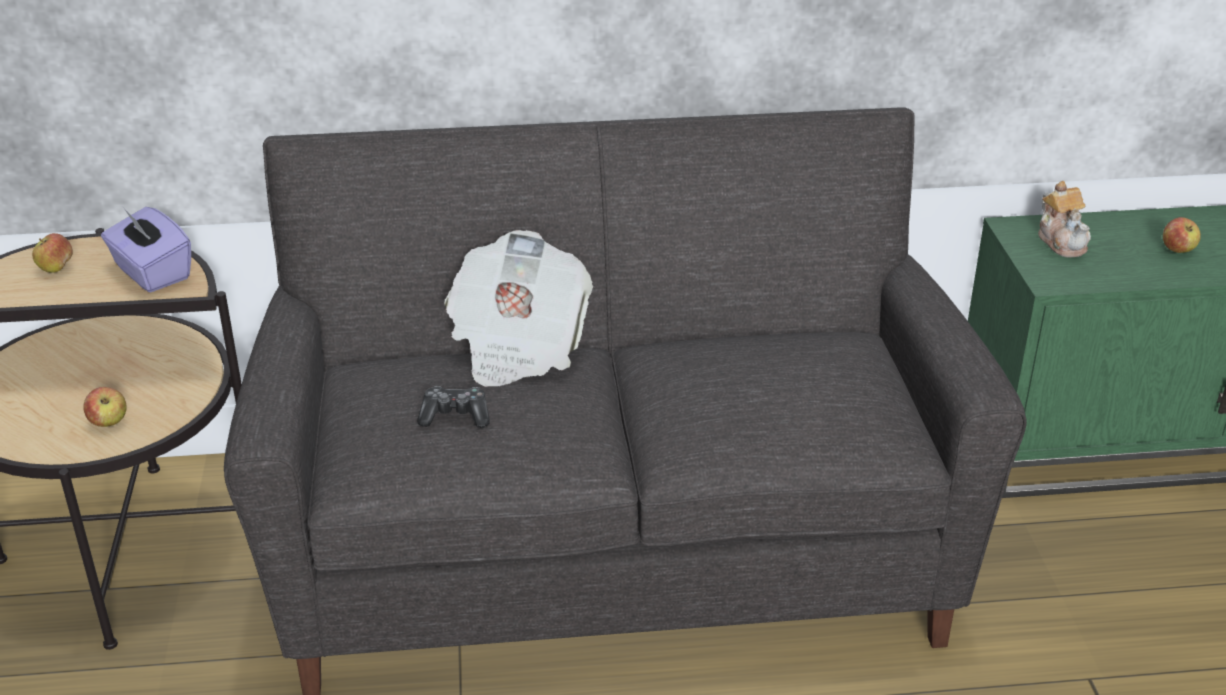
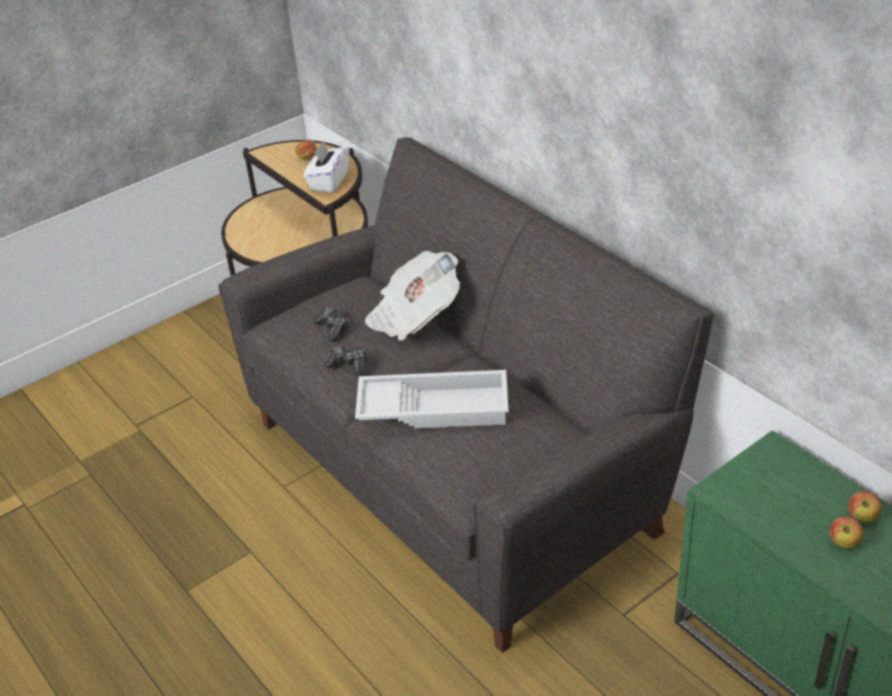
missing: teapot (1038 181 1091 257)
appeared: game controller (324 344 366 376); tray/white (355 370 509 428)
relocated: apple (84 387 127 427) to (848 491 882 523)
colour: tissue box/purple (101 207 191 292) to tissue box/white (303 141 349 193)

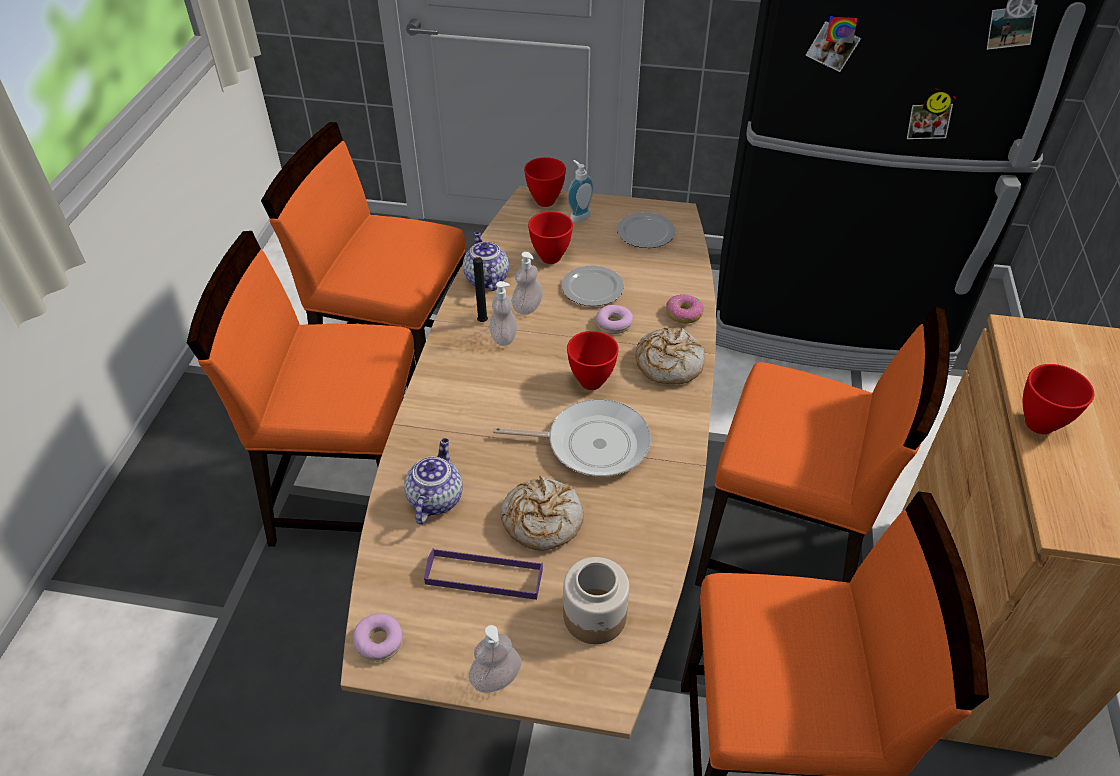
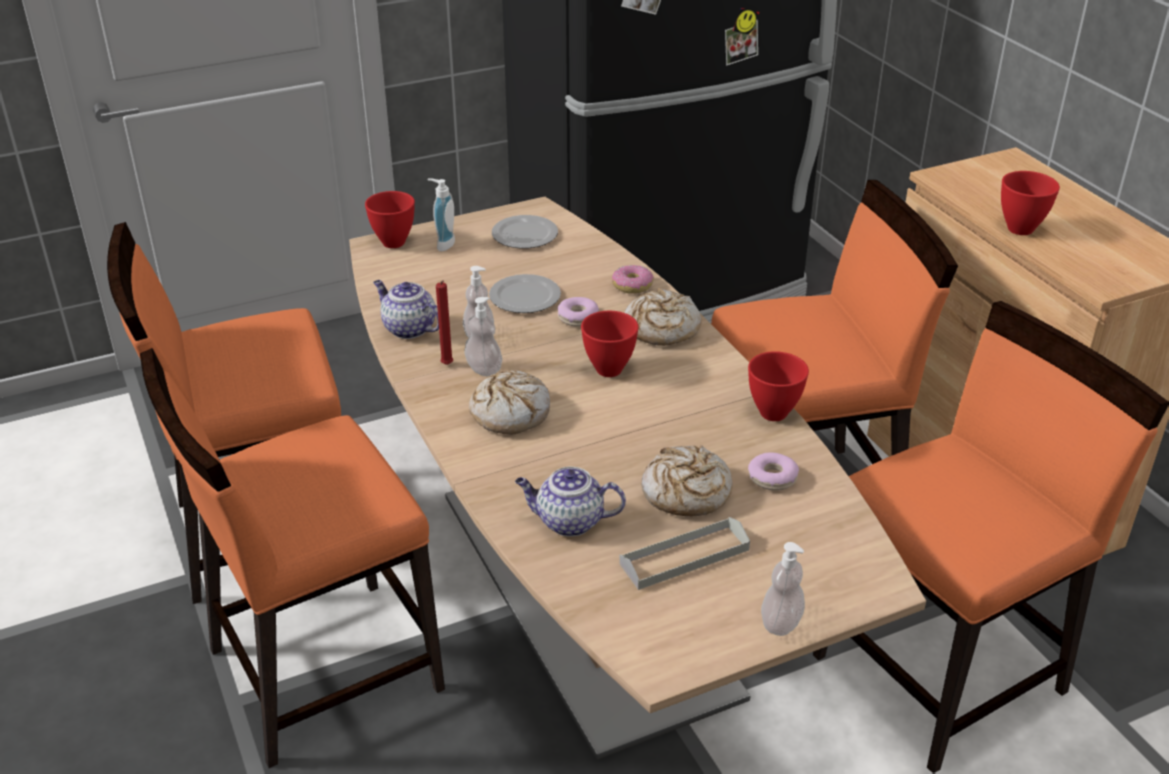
missing: frying pan (493 399 651 477); jar (563 557 629 644)
appeared: bread (469 371 550 435)
relocated: bowl/red (528 211 573 264) to (748 351 809 421); donut (353 613 403 662) to (748 452 799 491)
colour: candle/black (473 257 488 322) to candle/red (436 280 454 365); tray/purple (424 548 543 600) to tray/grey (619 517 750 590)
spun: teapot (404 438 463 525) = (515 467 626 537) 60 degrees counterclockwise

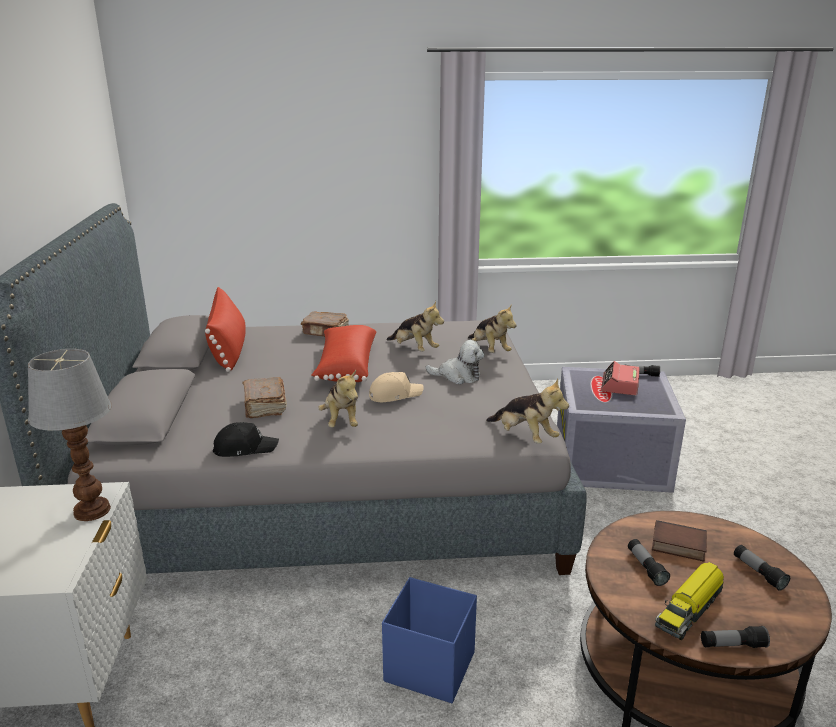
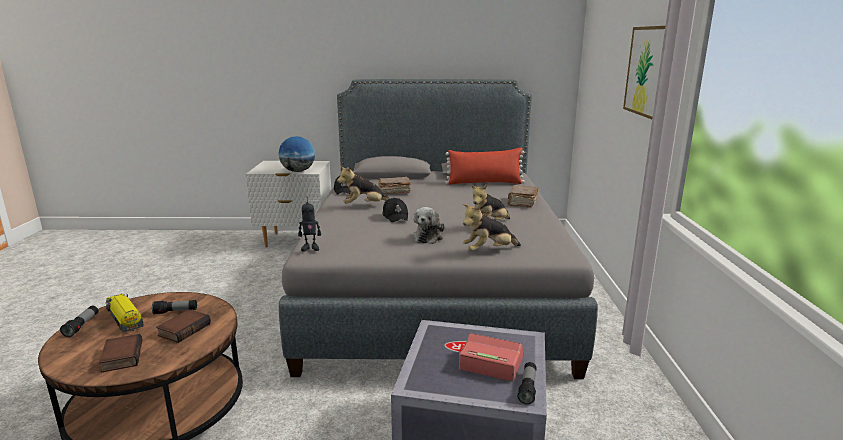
missing: pillow/red (311 325 376 382); storage box/blue (382 577 477 703)
appeared: picture (623 26 665 119)
exchanged: table lamp (28 349 112 521) to globe (279 136 315 172); plush toy (486 379 569 444) to toy robot (298 201 321 252); flashlight (734 545 790 591) to book (99 334 142 373)
colour: cap/beige (369 372 424 402) to cap/black (383 198 408 223)

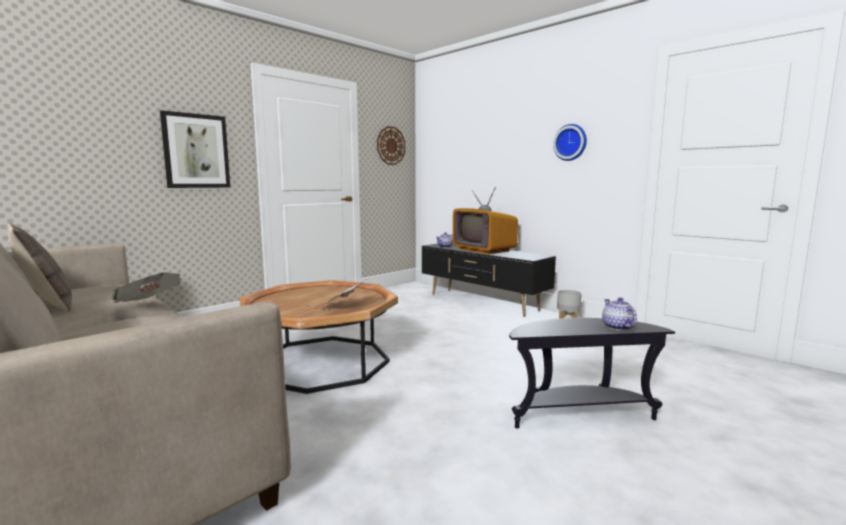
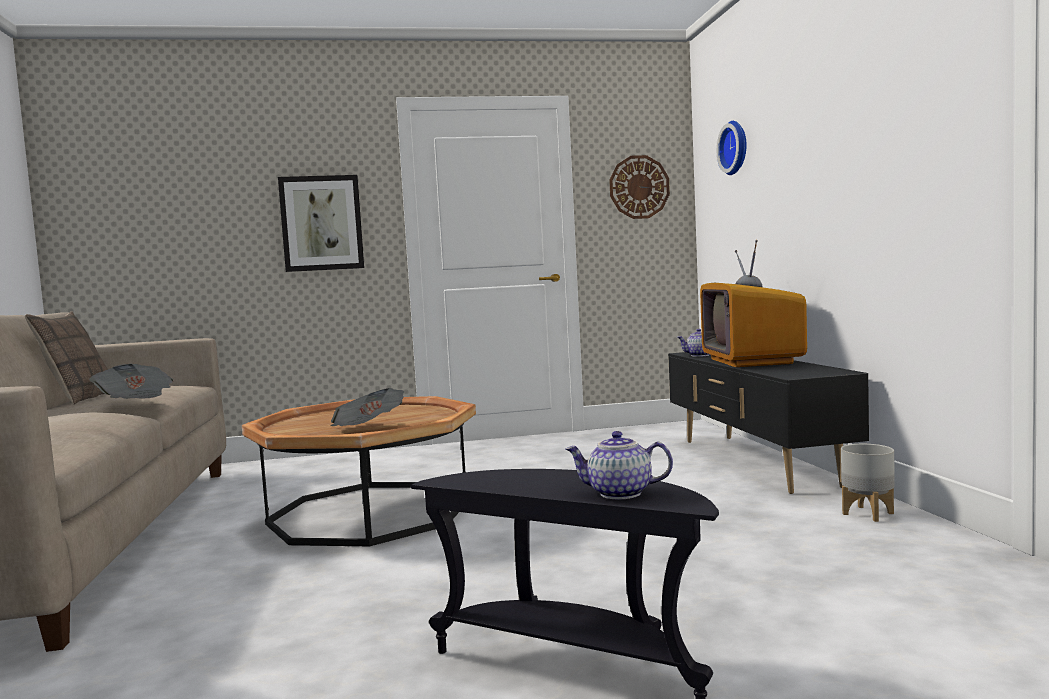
relocated: wall clock (553 124 587 161) to (717 121 747 175)
spun: teapot (602 297 637 331) = (565 431 673 499) 105 degrees counterclockwise

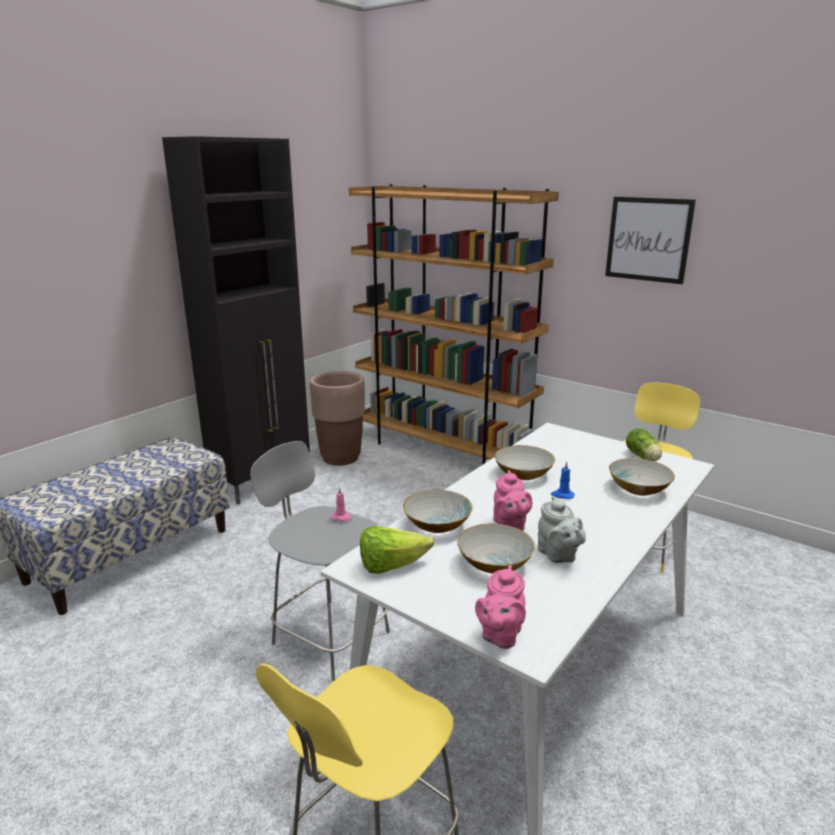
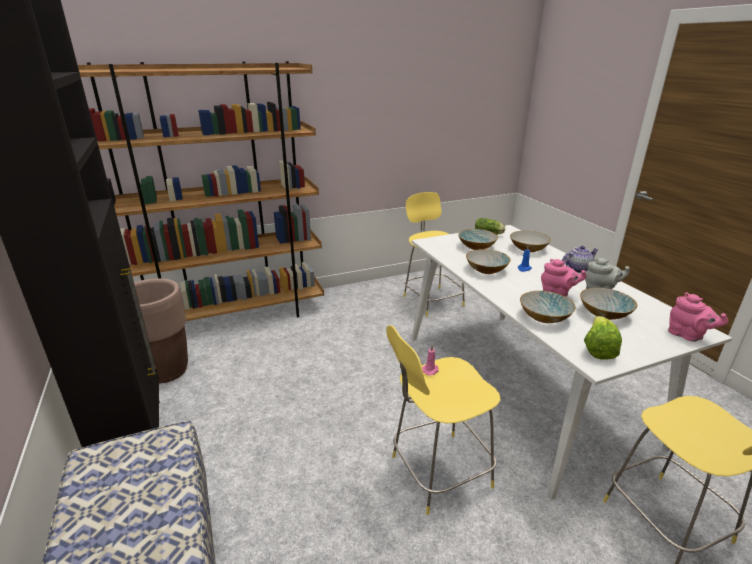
missing: picture (605 197 696 284)
appeared: bowl (458 229 498 250); teapot (562 246 599 273)
colour: stool/grey (250 441 390 681) to stool/yellow (386 325 501 515)

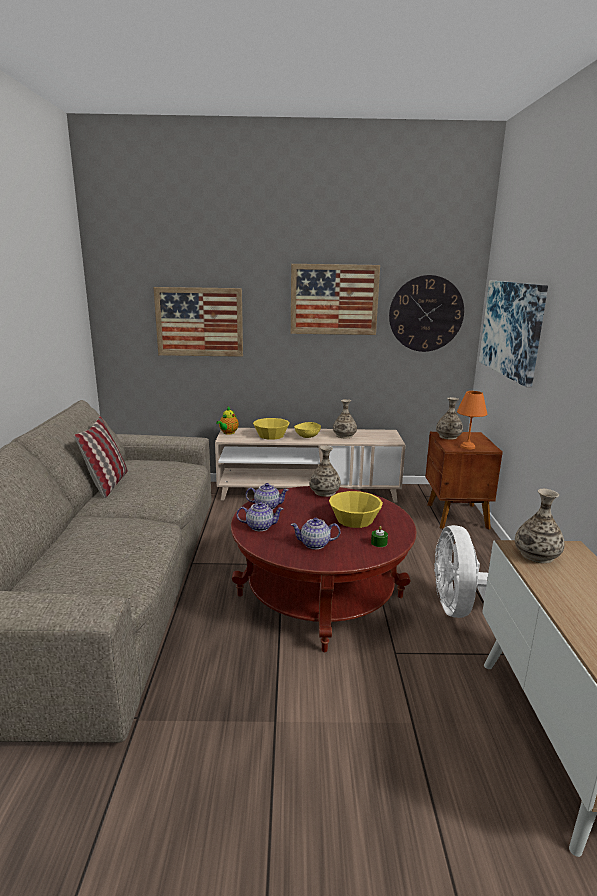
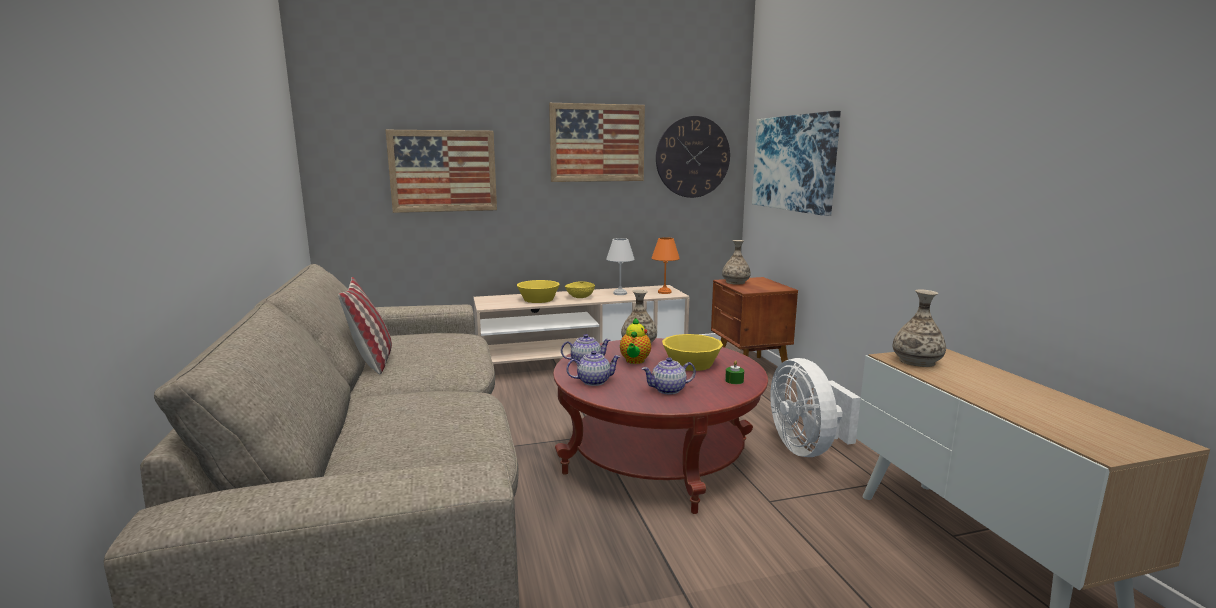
relocated: table lamp/orange (457 391 487 449) to (652 237 680 294); teapot (216 407 239 435) to (620 317 651 364)
exchanged: vase (333 399 357 438) to table lamp/white (606 238 635 295)

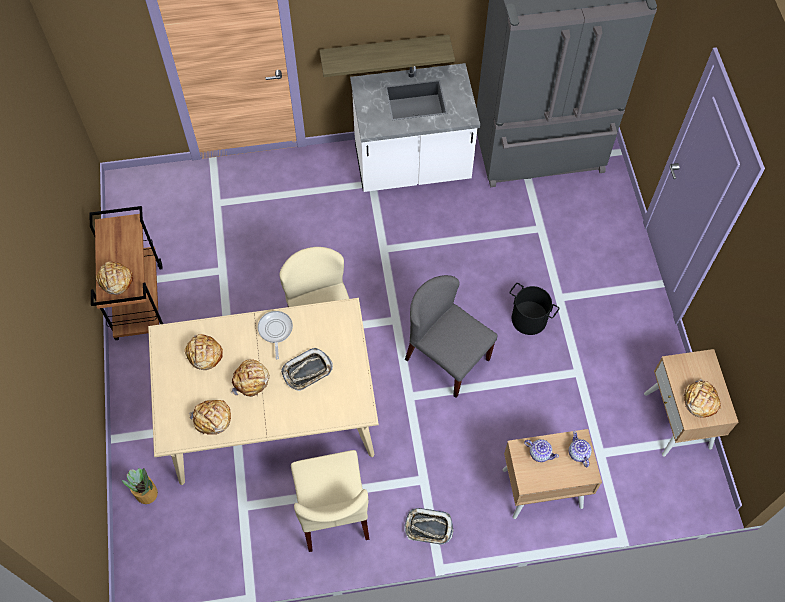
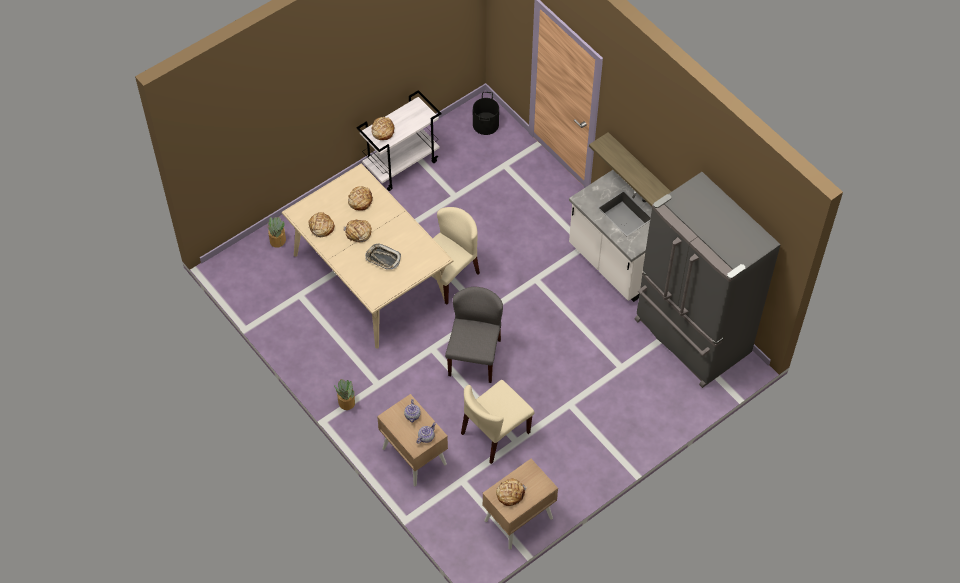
missing: frying pan (258 311 293 359)
relocated: bucket/black (509 283 560 335) to (473 92 499 135); chair/beige (291 450 369 552) to (461 380 534 464)
exchanged: tray (405 508 453 545) to potted plant (334 379 355 410)
colour: cart/brown (90 206 163 340) to cart/white (356 90 441 191)

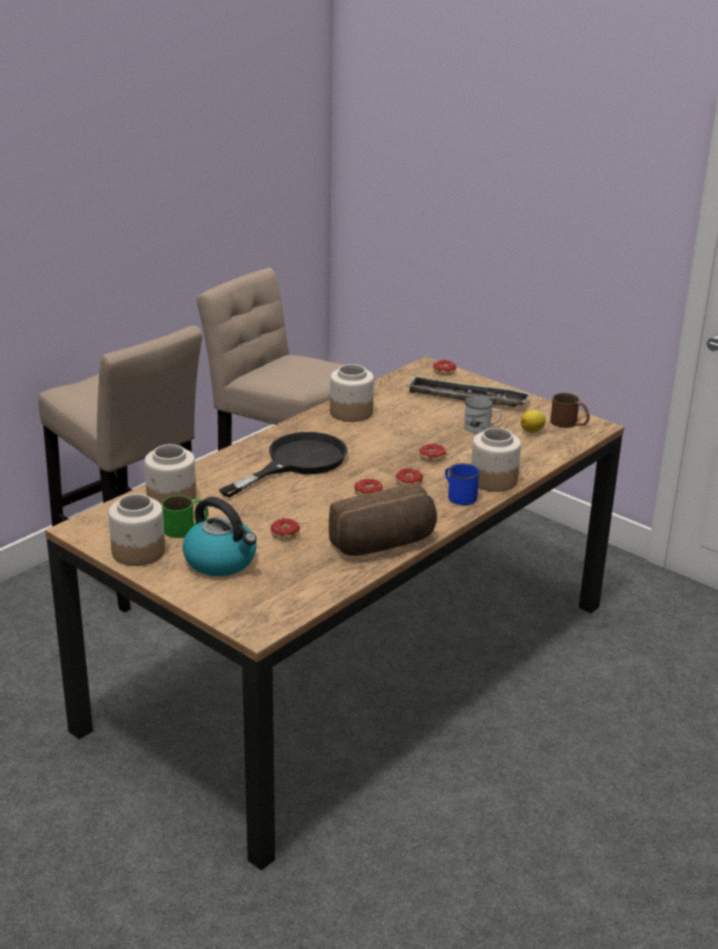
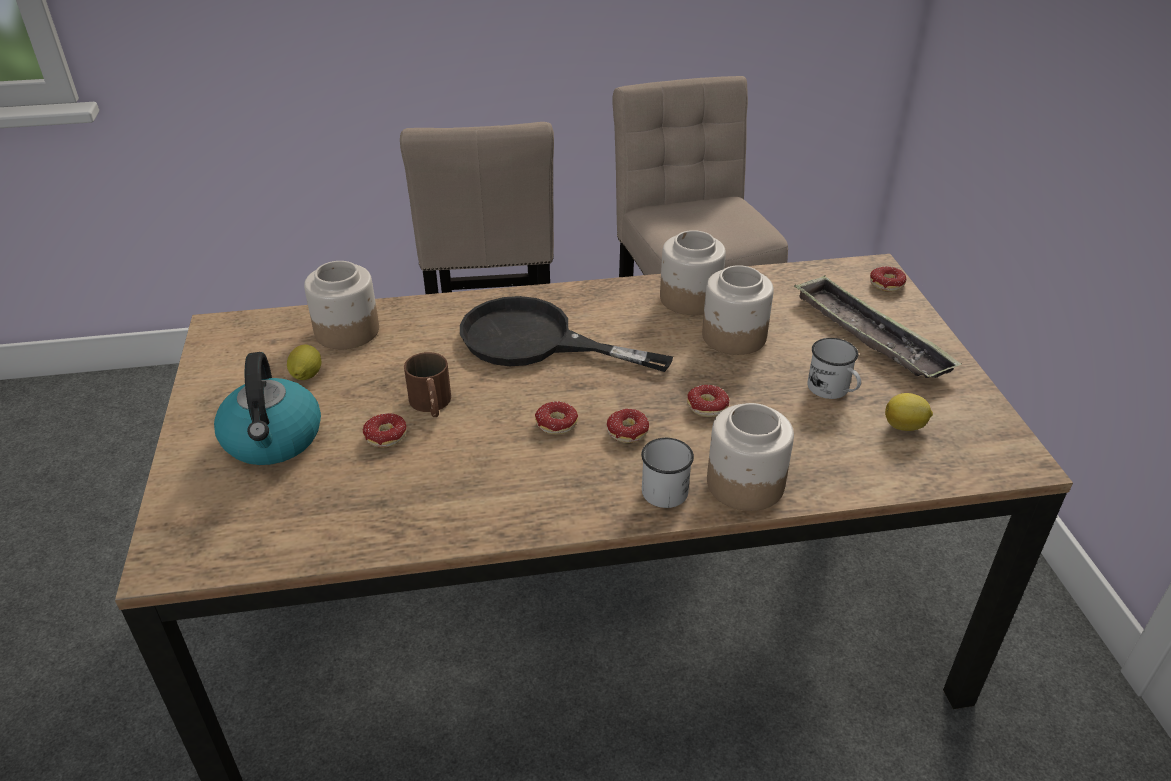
missing: bread (329 483 437 556)
relocated: mug/brown (550 393 590 428) to (404 352 451 417); jar (108 494 165 566) to (702 265 774 355)
exchanged: mug/green (162 495 209 538) to lemon (287 345 321 380)
colour: mug/blue (445 463 480 505) to mug/white (641 438 694 508)
spun: frying pan/black (219 432 347 498) = (460 296 673 372) 150 degrees counterclockwise

